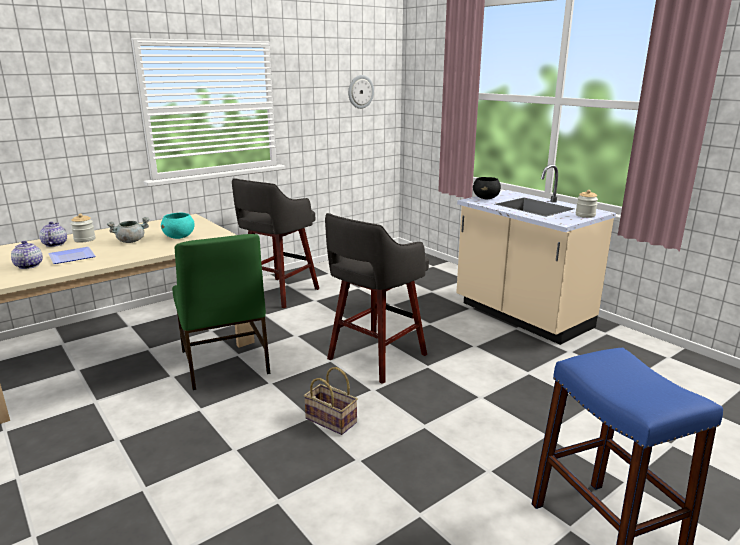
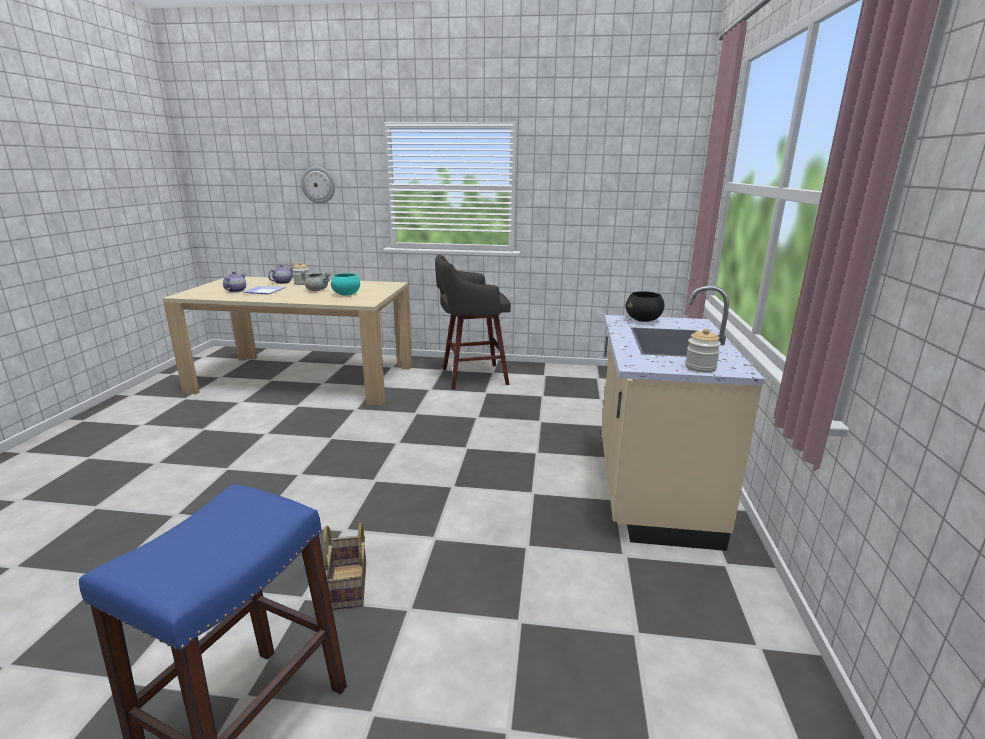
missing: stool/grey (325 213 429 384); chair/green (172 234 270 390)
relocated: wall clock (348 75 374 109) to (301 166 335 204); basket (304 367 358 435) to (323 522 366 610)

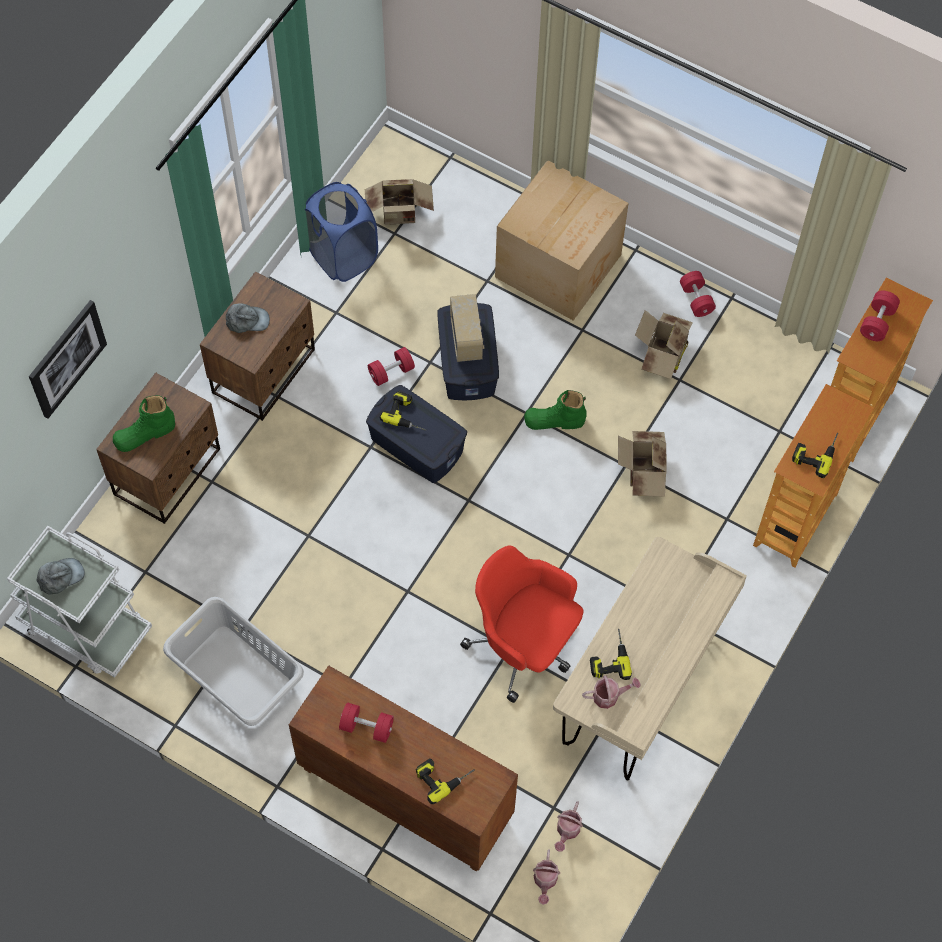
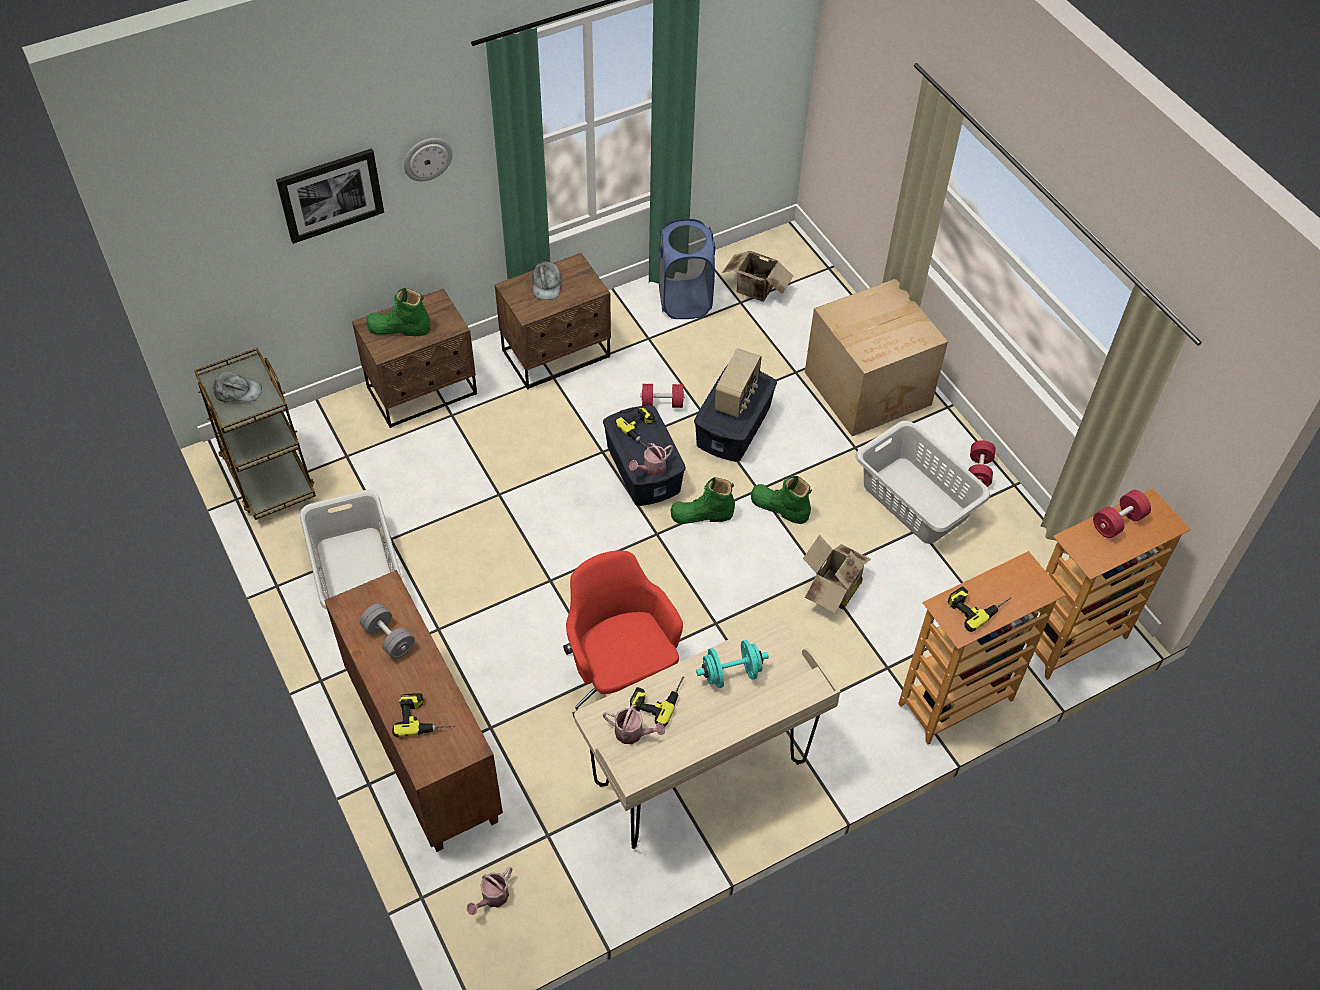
appeared: wall clock (404 138 453 181); boot/green (670 477 735 524); dumbbell/turquoise (696 640 769 688)
relocated: watering can (555 801 583 852) to (629 443 673 476)
exchanged: cardboard box (635 310 693 379) to laundry basket/grey (855 421 990 544)
colour: cart/white (7 526 152 678) to cart/brown (194 348 316 520); dumbbell/red (339 703 394 743) to dumbbell/grey (360 603 415 659)
spun: cap/grey (226 303 270 333) = (532 261 562 300) 60 degrees clockwise

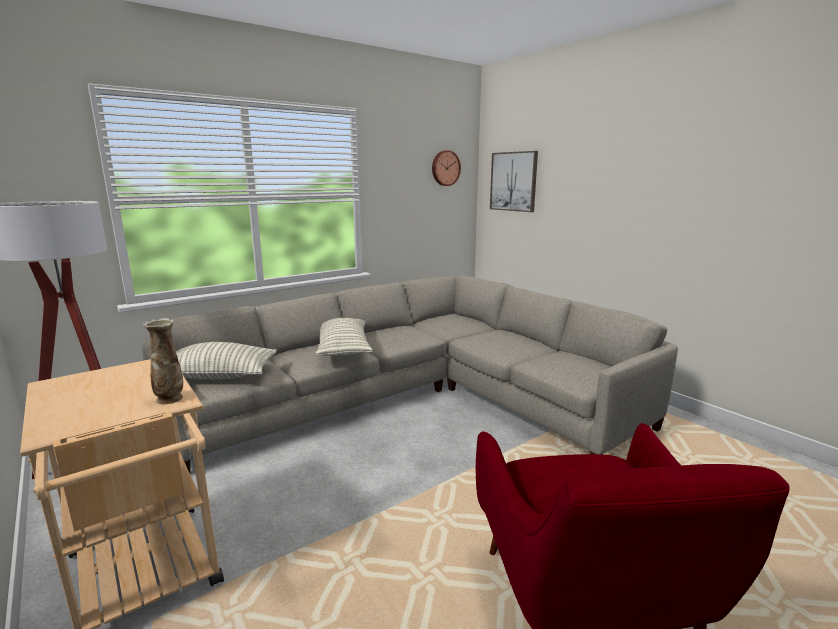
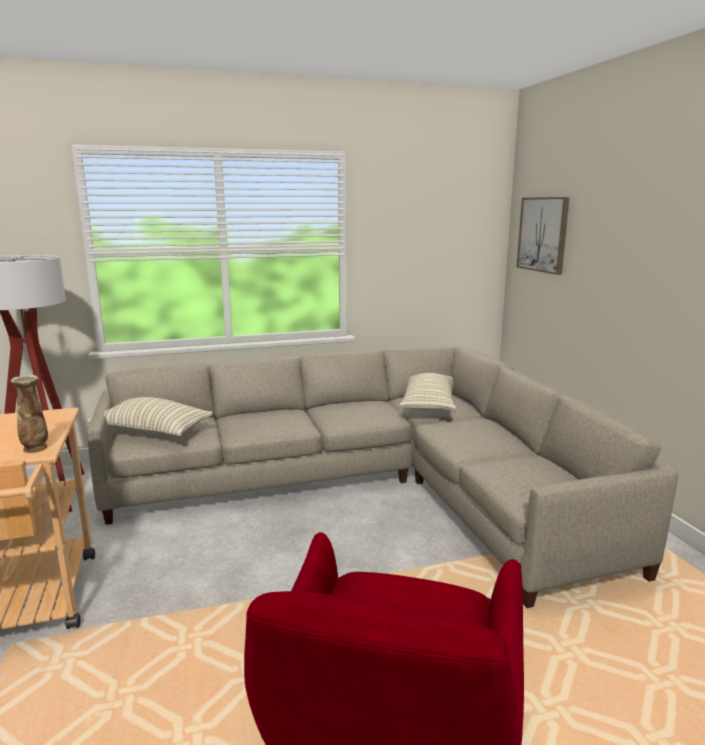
missing: wall clock (432 150 461 186)
relocated: pillow (316 318 373 356) to (399 373 456 411)

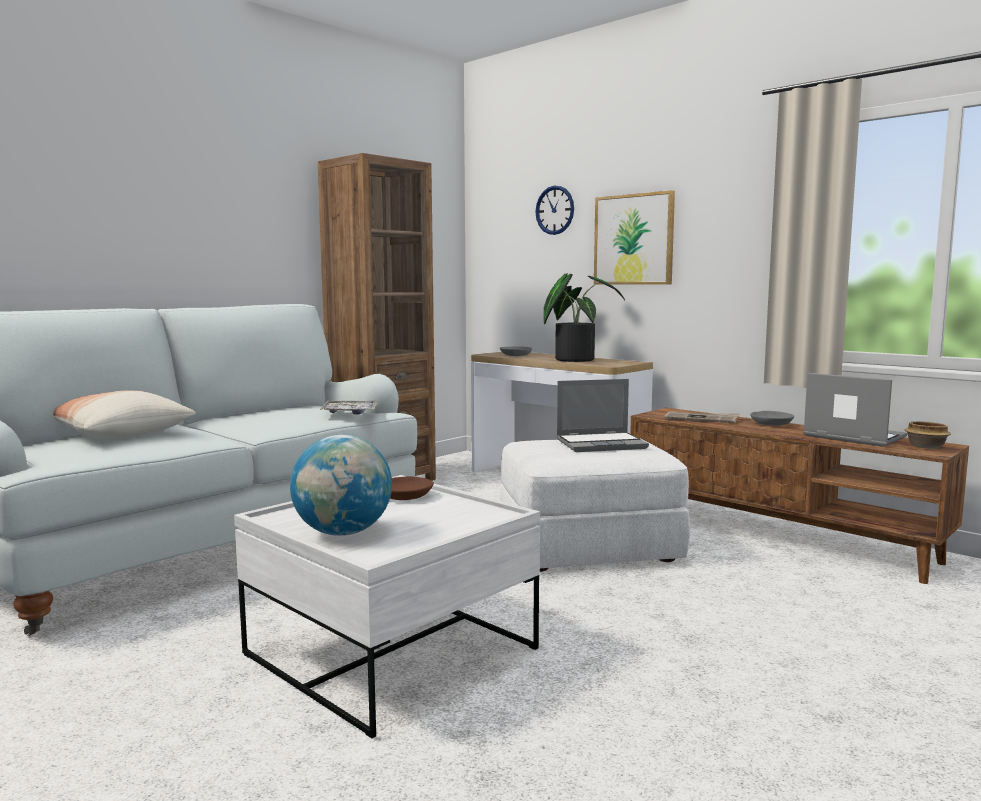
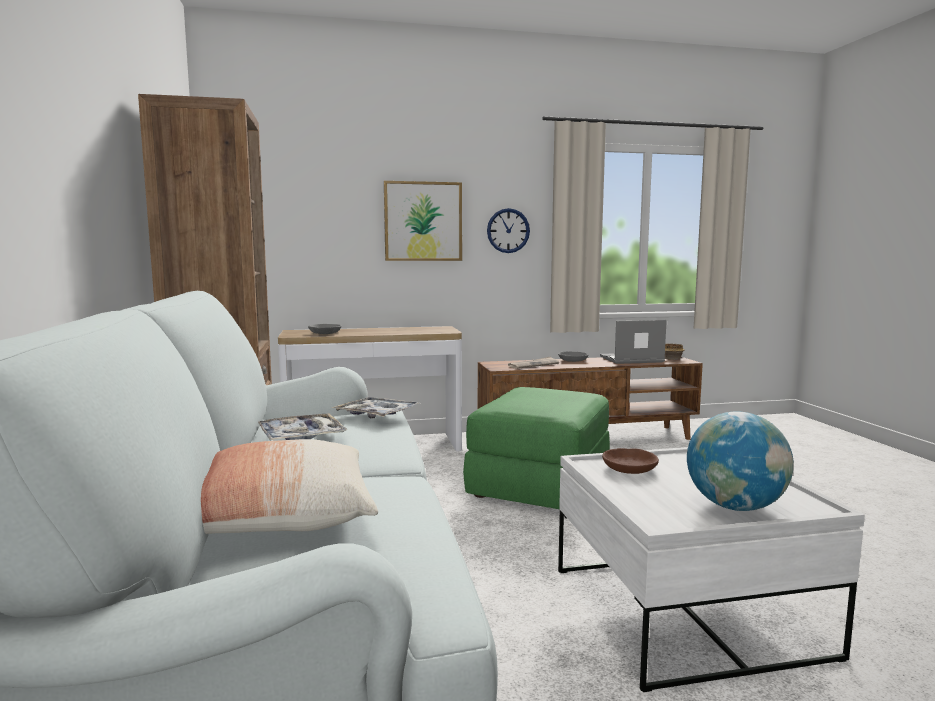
missing: potted plant (544 273 625 362); laptop (556 379 649 452)
appeared: tray (258 413 347 441)
relocated: wall clock (535 186 574 235) to (487 208 530 253)
colour: ottoman/white (499 438 691 572) to ottoman/green (463 387 610 510)

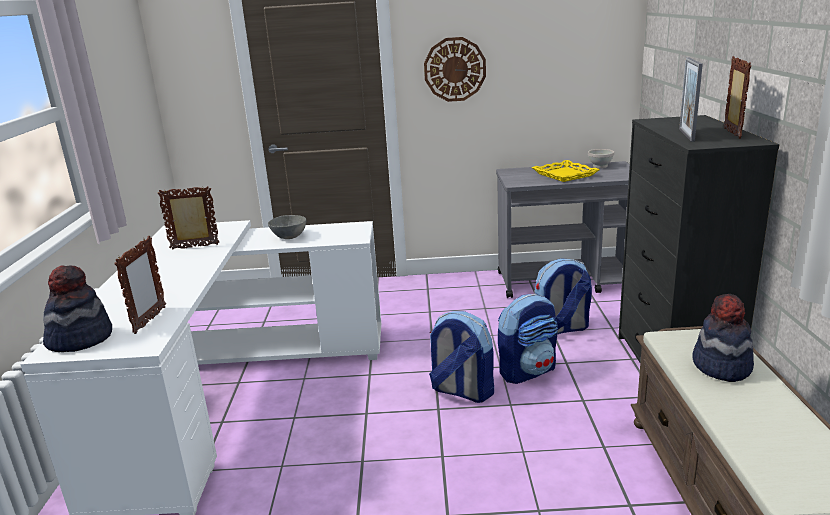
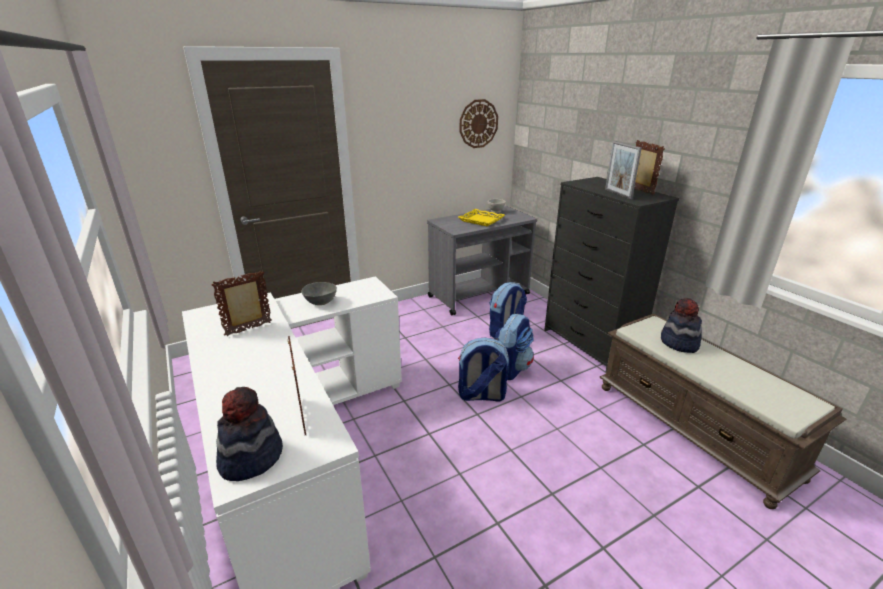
relocated: wall clock (424 37 486 102) to (459 99 498 148)

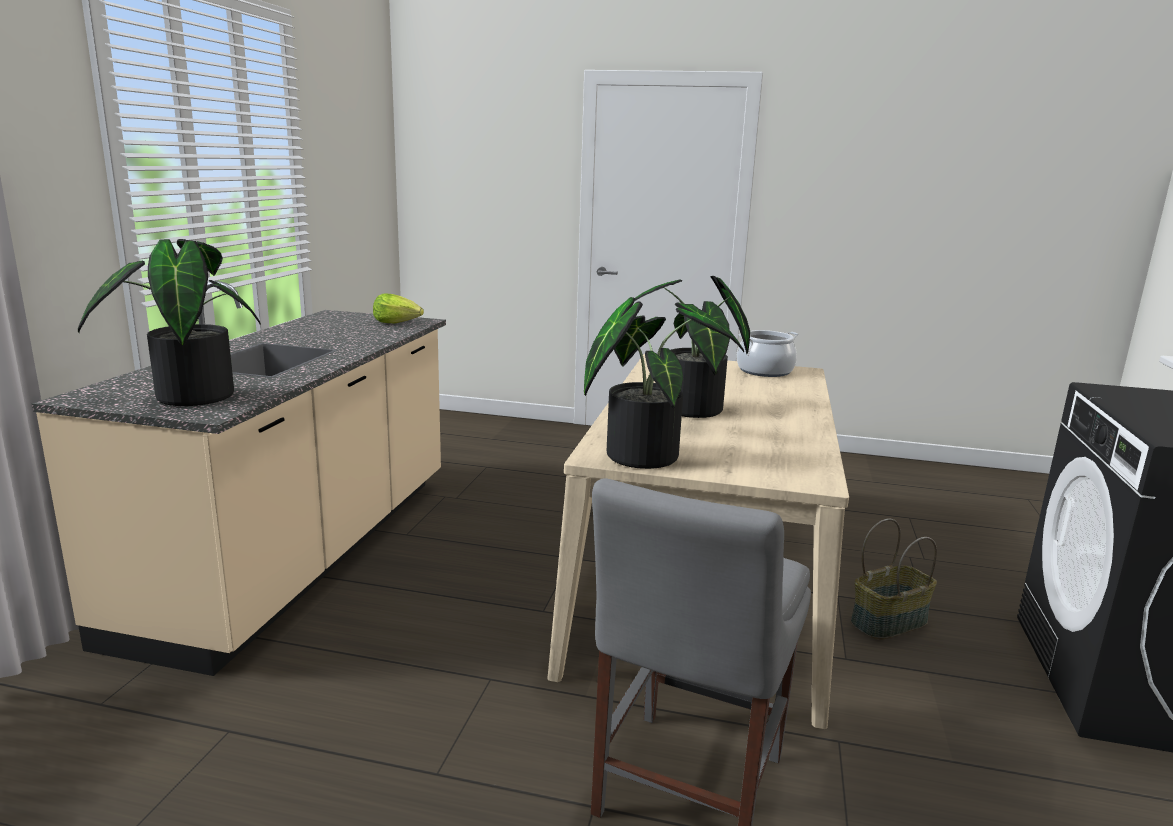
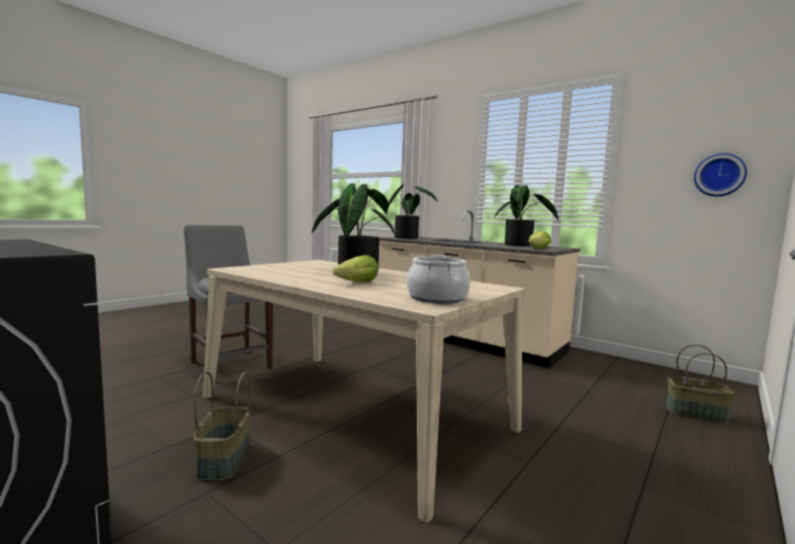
appeared: wall clock (694 153 747 197); lettuce (332 255 378 282); basket (665 344 735 423)
relocated: potted plant (584 297 744 469) to (495 185 559 246)

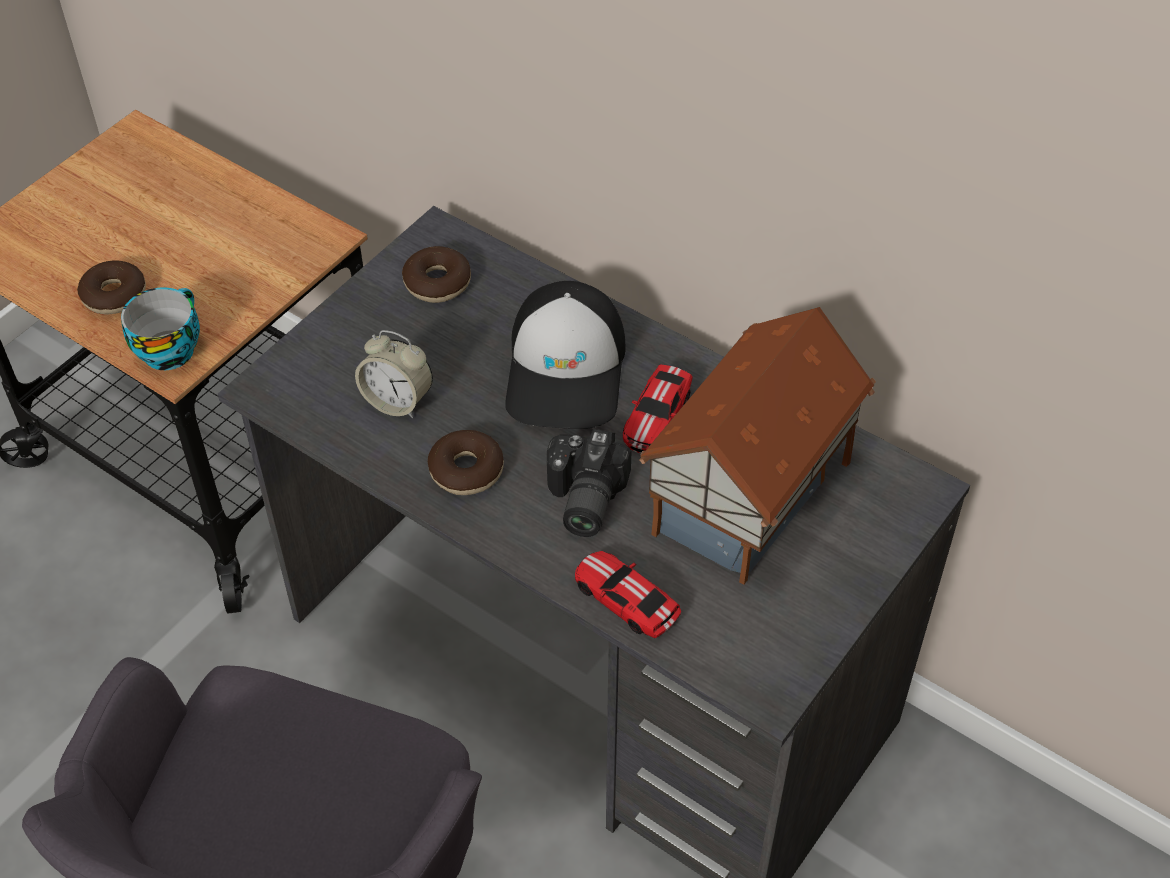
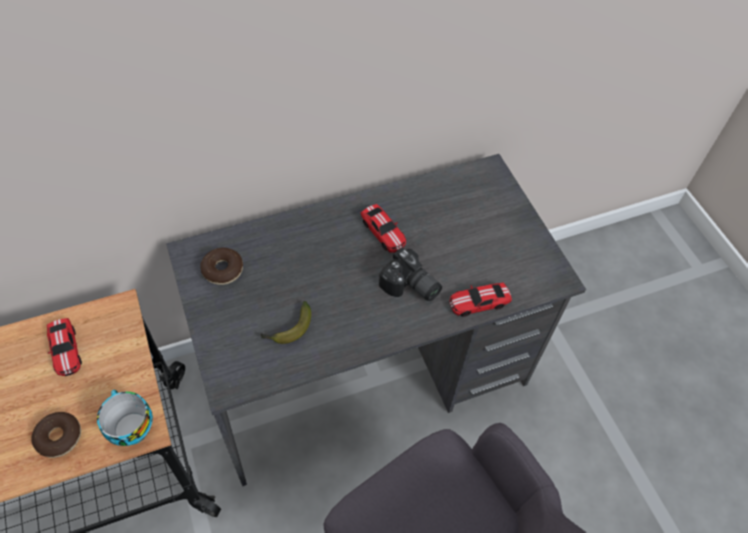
missing: cap (505 281 626 429); toy house (639 307 876 585); donut (428 430 504 495)
appeared: toy car (47 318 82 376)
exchanged: alarm clock (355 330 433 418) to banana (261 301 311 344)

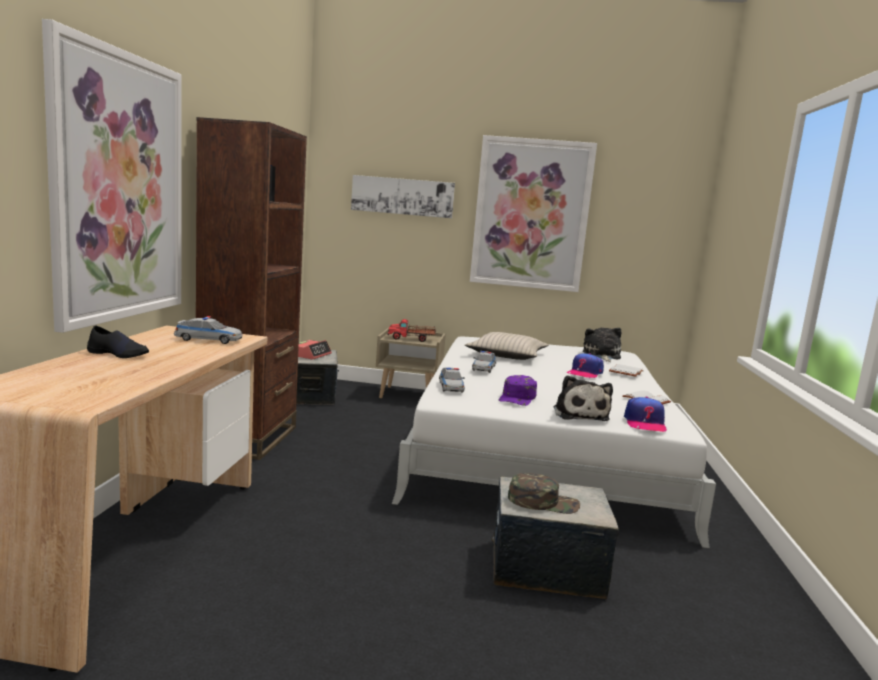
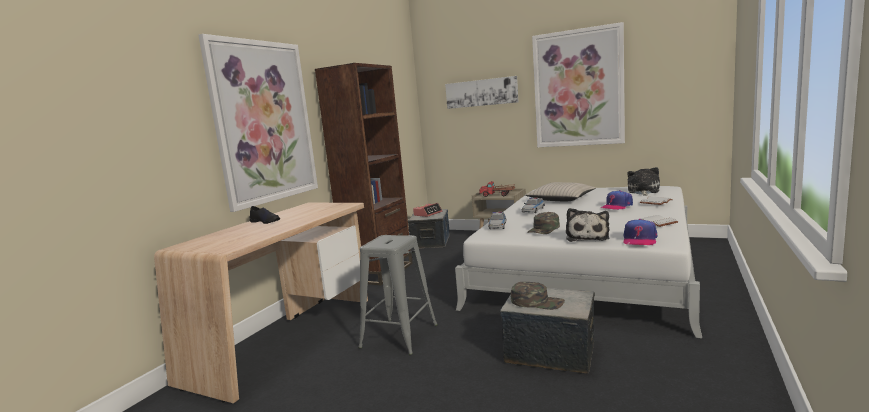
missing: toy car (174 316 243 344)
appeared: stool/grey (358 235 438 355)
colour: cap/purple (499 375 537 406) to cap/green (527 212 560 234)

